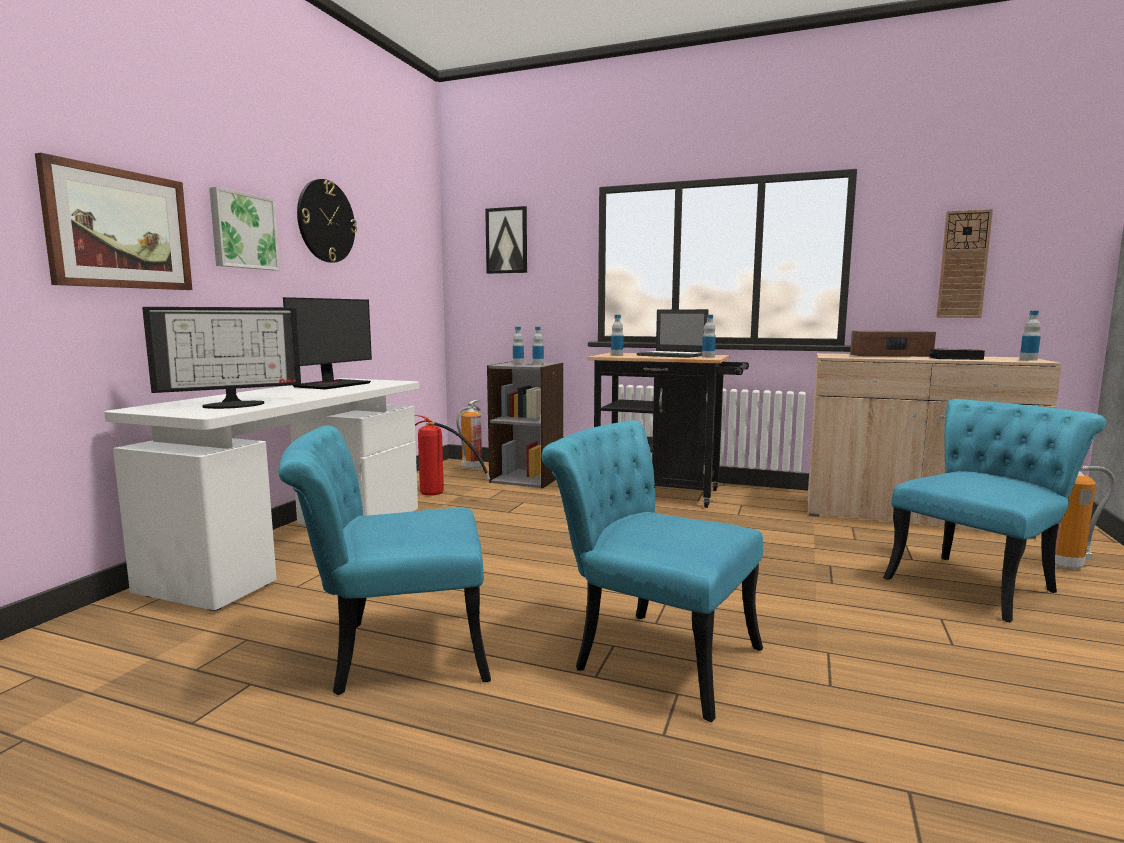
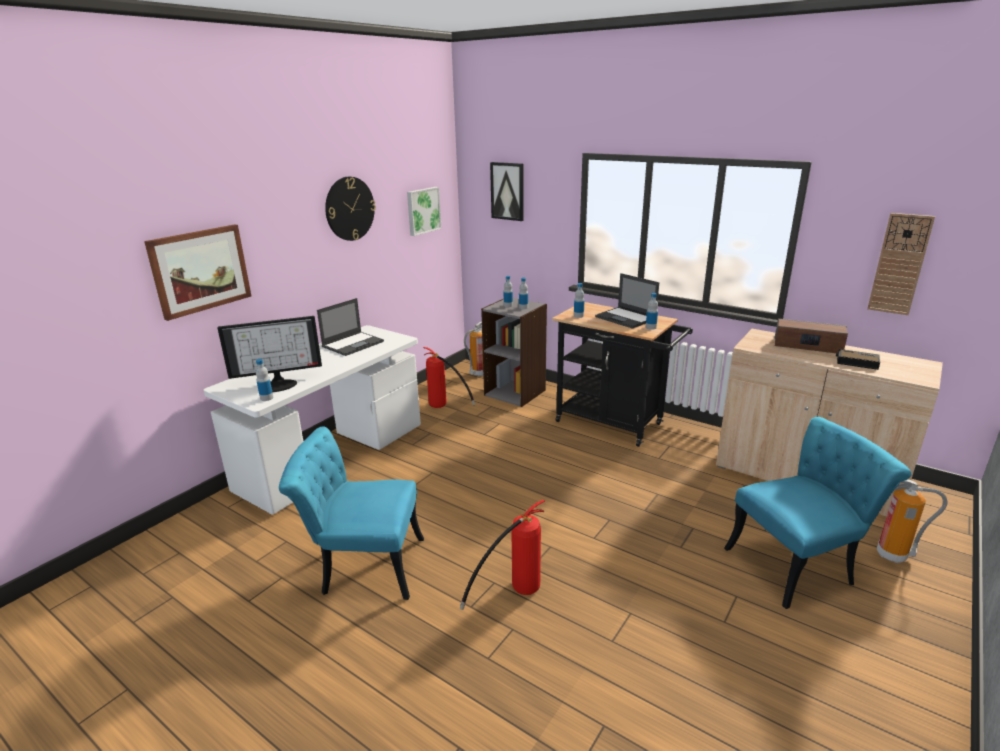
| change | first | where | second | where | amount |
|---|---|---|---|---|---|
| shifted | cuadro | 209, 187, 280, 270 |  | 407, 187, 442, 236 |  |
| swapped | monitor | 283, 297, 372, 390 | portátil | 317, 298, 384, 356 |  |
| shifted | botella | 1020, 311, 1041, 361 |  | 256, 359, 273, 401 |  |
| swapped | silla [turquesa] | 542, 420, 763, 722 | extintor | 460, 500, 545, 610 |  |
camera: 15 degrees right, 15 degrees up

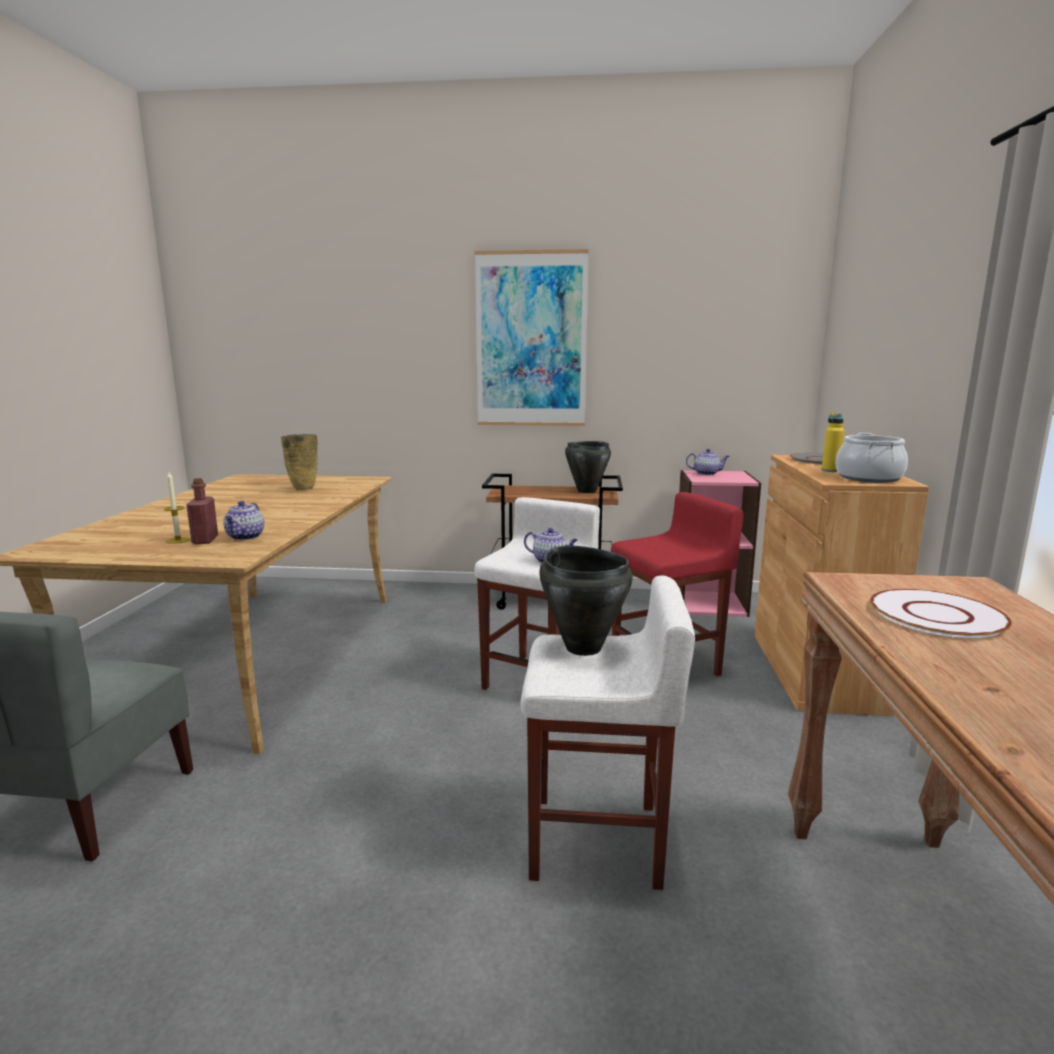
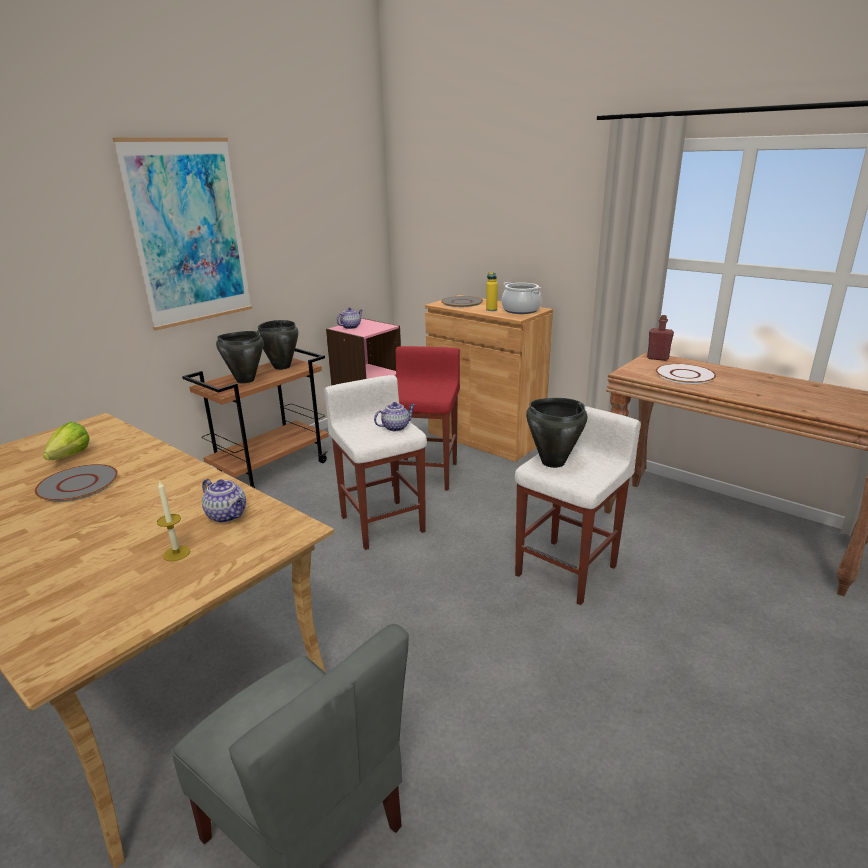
| change | first | where | second | where | amount |
|---|---|---|---|---|---|
| swapped | florero [beis] | 281, 434, 318, 490 | lechuga | 43, 422, 90, 460 |  |
| shifted | botella [rojo] | 187, 478, 218, 544 |  | 647, 315, 674, 361 |  |
| new |  |  | olla [negro] | 216, 331, 264, 383 |  |
| new |  |  | plato [gris] | 35, 464, 118, 502 |  |
camera: 55 degrees left, 10 degrees up

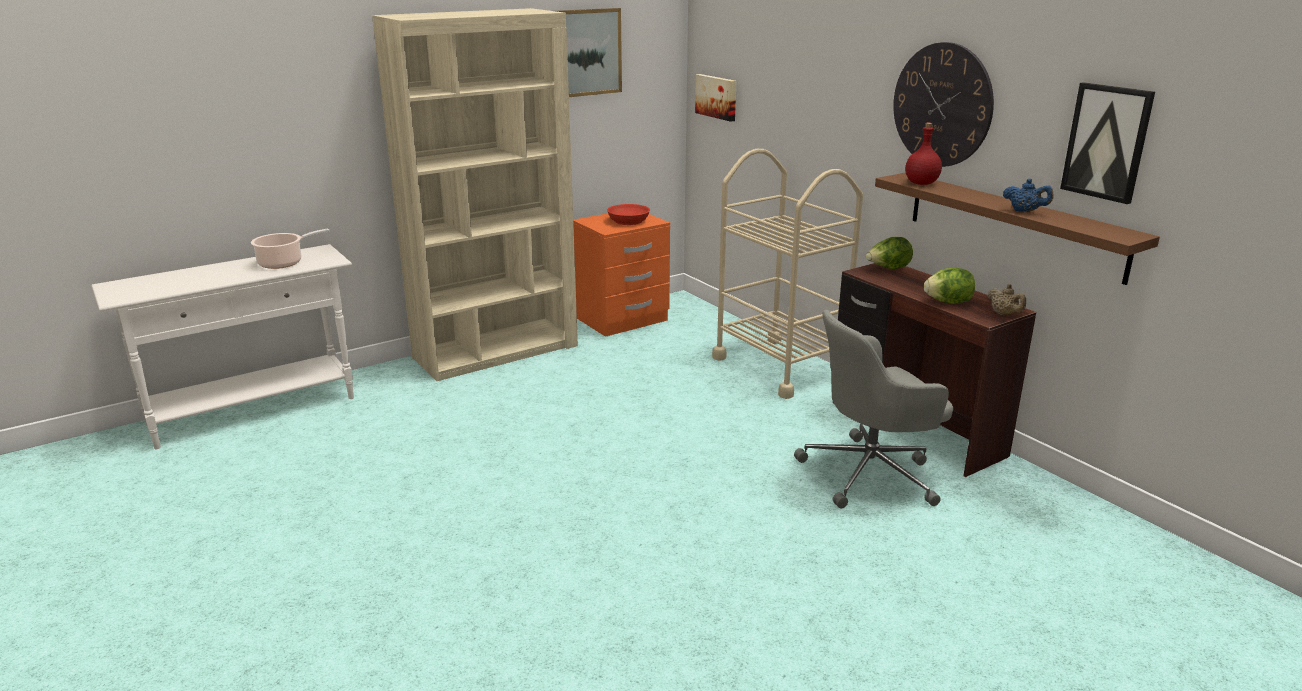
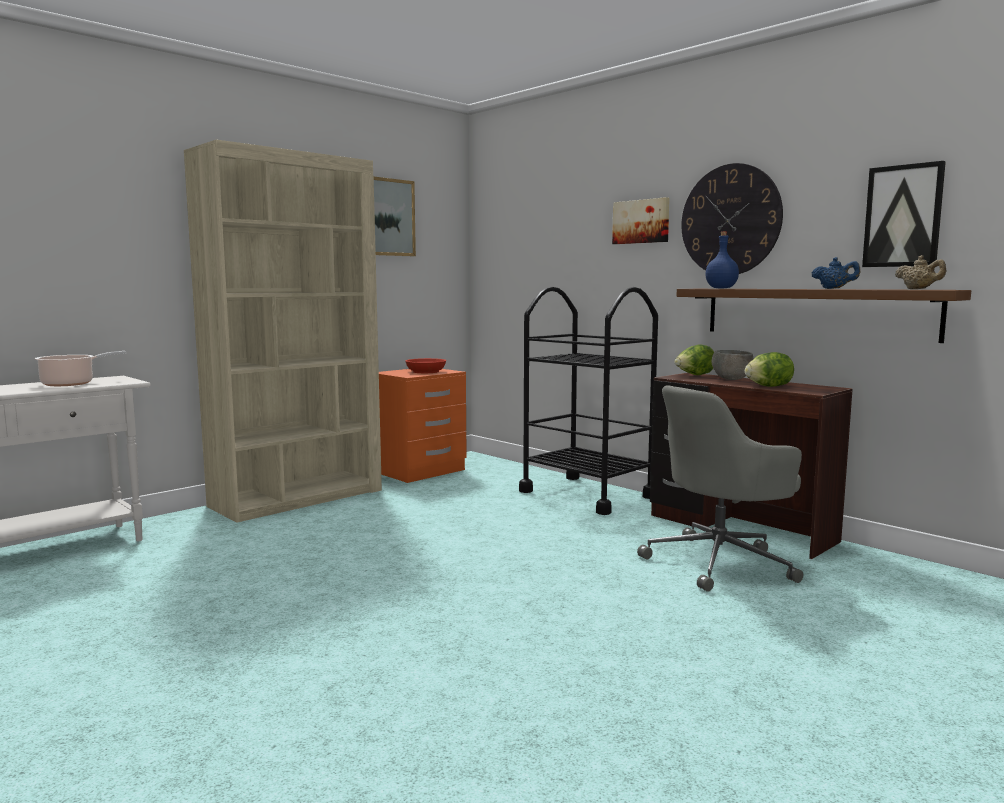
| change | first | where | second | where | amount |
|---|---|---|---|---|---|
| shifted | cuadro | 695, 74, 736, 122 |  | 612, 197, 670, 244 |  |
| repainted | botella [rojo] | 905, 123, 942, 185 | botella [azul] | 705, 231, 739, 288 |  |
| repainted | carrito [beis] | 712, 149, 863, 399 | carrito [negro] | 519, 287, 658, 515 |  |
| shifted | tetera [beis] | 987, 284, 1026, 315 |  | 895, 255, 946, 289 |  |
| new |  |  | cuenco [gris] | 711, 350, 754, 380 |  |
camera: 10 degrees left, 15 degrees down

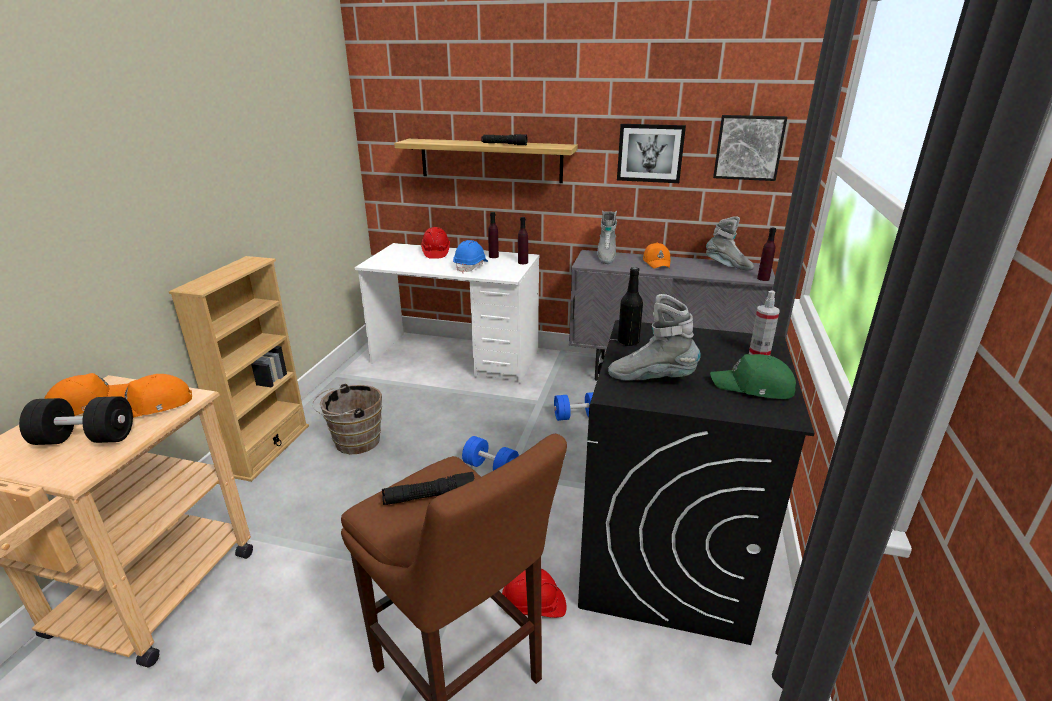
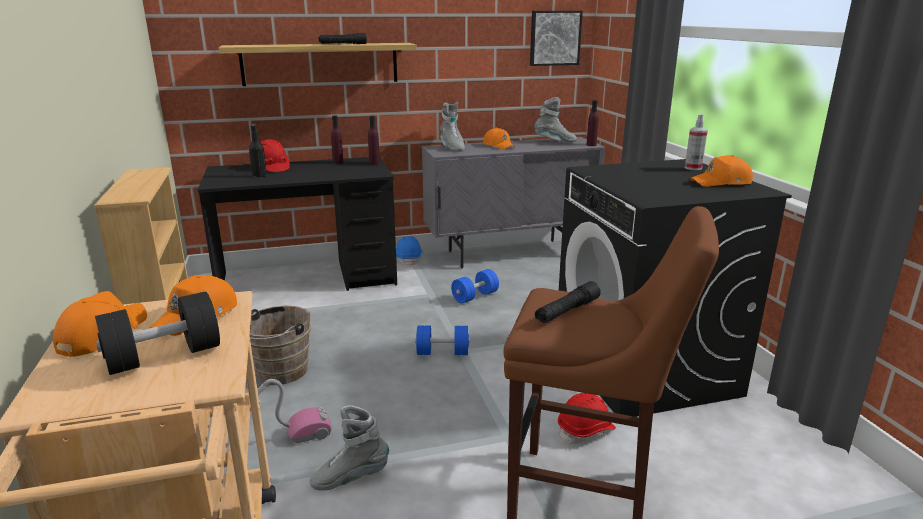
| change | first | where | second | where | amount |
|---|---|---|---|---|---|
| gone | cuadro | 617, 124, 686, 183 |  |  |  |
| shifted | casco [azul] | 453, 240, 488, 273 |  | 396, 236, 423, 267 |  |
| repainted | escritorio [blanco] | 355, 243, 540, 383 | escritorio [negro] | 198, 157, 397, 291 |  |
| shifted | botella [negro] | 618, 267, 643, 346 |  | 249, 124, 267, 177 |  |
| shifted | bota [gris] | 608, 294, 701, 380 |  | 310, 405, 389, 490 |  |
| repainted | gorra [verde] | 710, 354, 796, 399 | gorra [naranja] | 690, 155, 753, 187 |  |
| new |  |  | aspiradora | 204, 379, 331, 456 |  |
camera: 30 degrees left, 5 degrees down

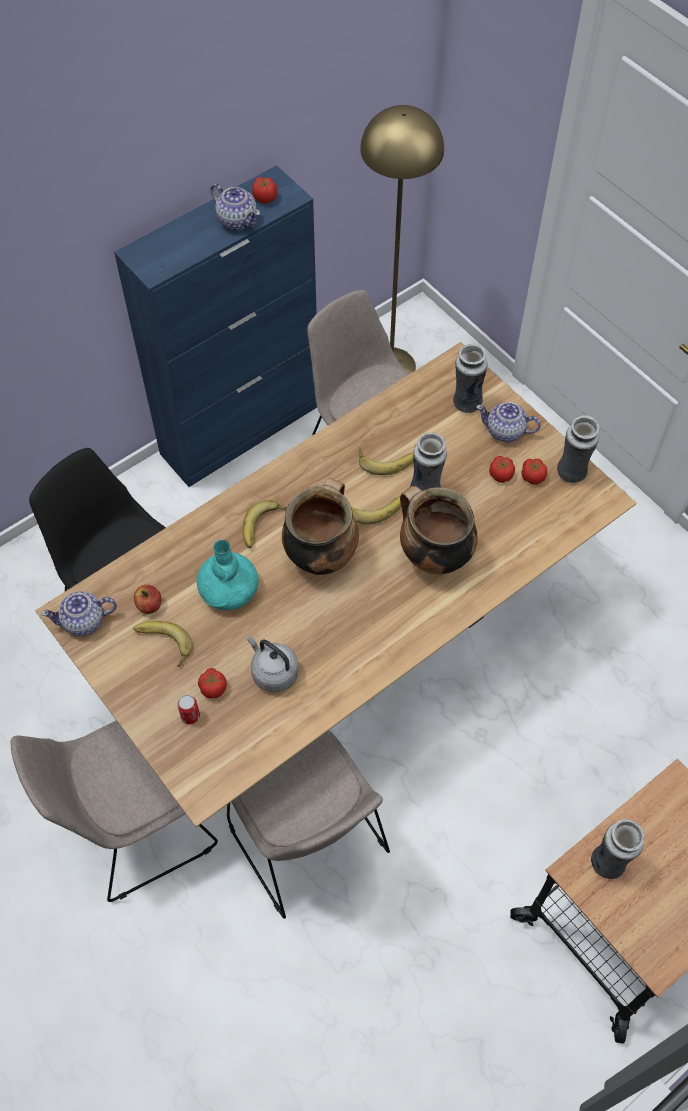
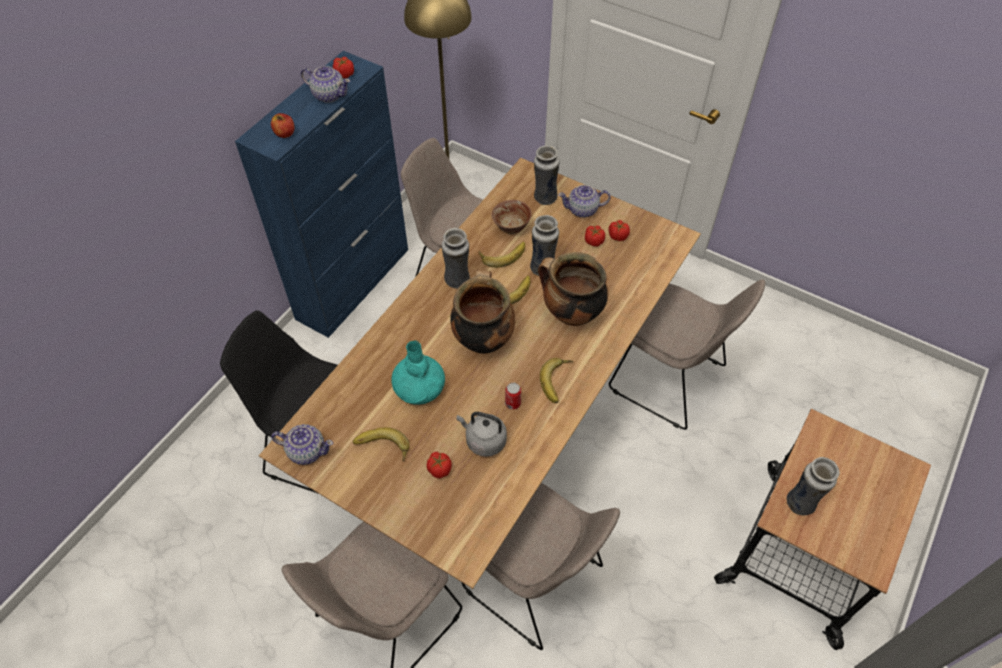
| change | first | where | second | where | amount |
|---|---|---|---|---|---|
| shifted | florero | 557, 415, 600, 483 |  | 441, 228, 470, 289 |  |
| shifted | plátano | 242, 500, 287, 548 |  | 540, 358, 573, 403 |  |
| shifted | manzana | 134, 584, 161, 614 |  | 271, 113, 295, 138 |  |
| rotated | tetera | 41, 591, 117, 636 |  | 271, 424, 333, 465 | 135 degrees counterclockwise |
| shifted | lata | 177, 695, 200, 724 |  | 505, 383, 521, 410 |  |
| new |  |  | cuenco | 491, 200, 532, 234 |  |
| new |  |  | silla [beis] | 609, 280, 765, 430 |  |
camera: 20 degrees left, 5 degrees down

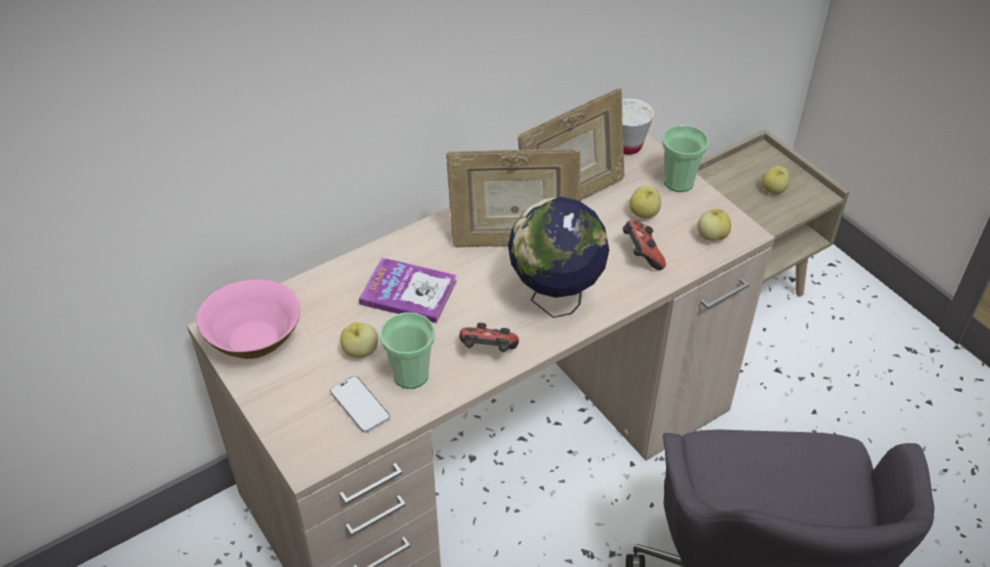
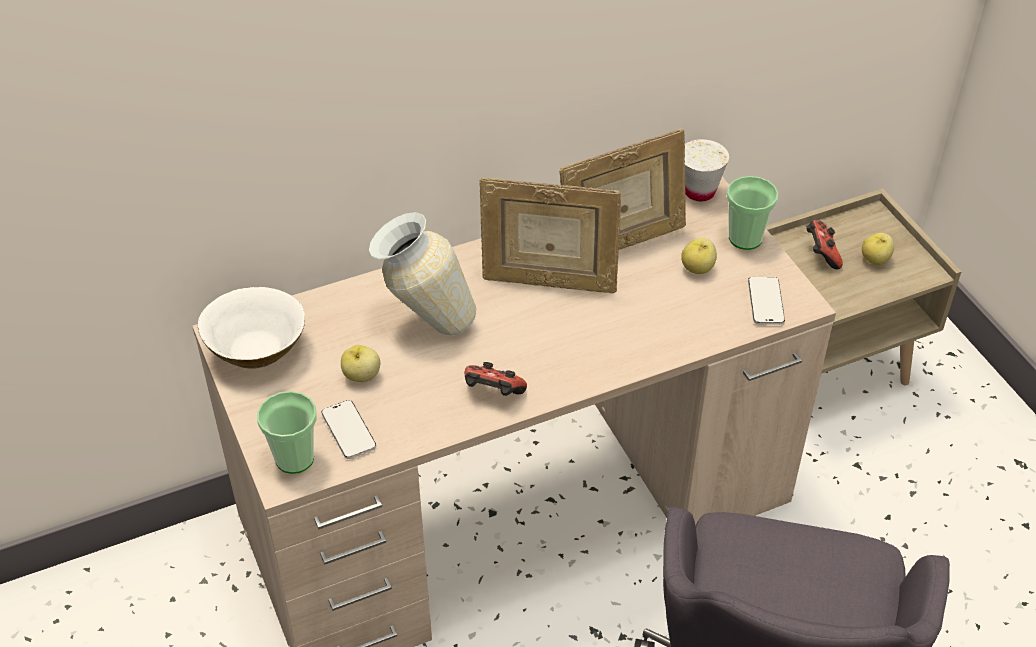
| change | first | where | second | where | amount |
|---|---|---|---|---|---|
| gone | globo terráqueo | 508, 197, 609, 318 |  |  |  |
| swapped | manzana | 697, 209, 731, 241 | móvil | 748, 277, 785, 325 |  |
| shifted | mando de consola | 623, 220, 666, 270 |  | 806, 220, 843, 269 |  |
| swapped | libro | 359, 258, 457, 323 | florero | 369, 212, 476, 335 |  |
| repainted | cuenco [rosa] | 196, 279, 300, 359 | cuenco [blanco] | 198, 287, 305, 369 |  |
| shifted | taza | 380, 312, 435, 389 |  | 257, 391, 317, 474 |  |
camera: 10 degrees right, 0 degrees up

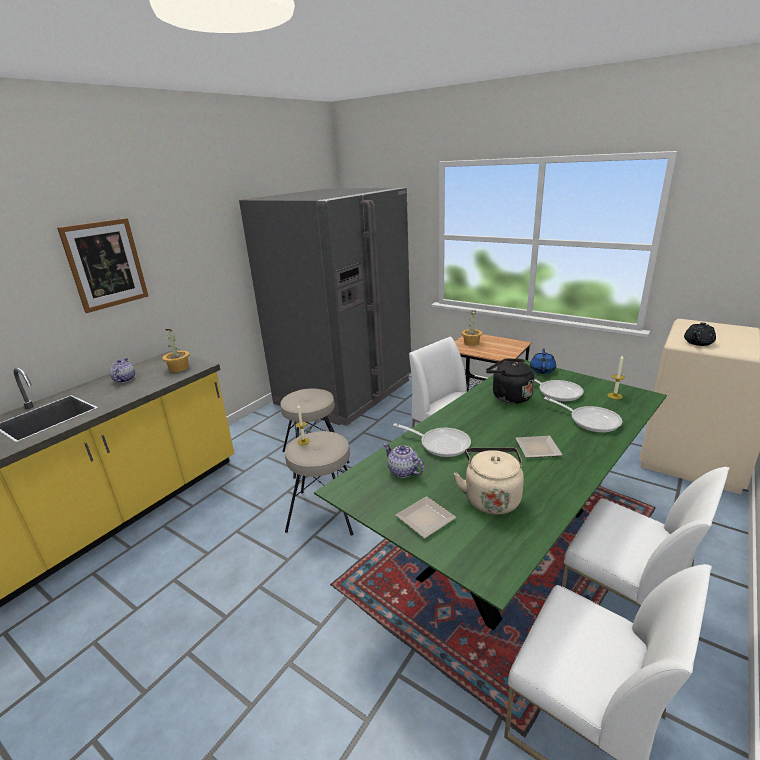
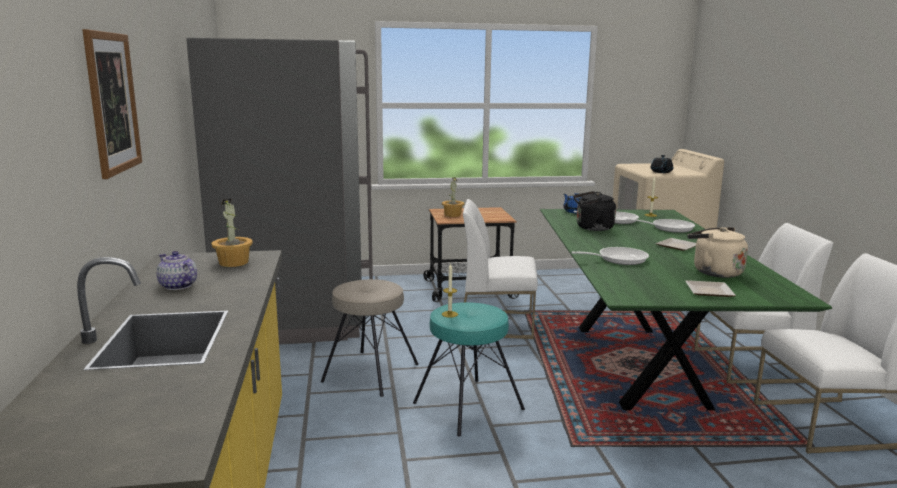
| change | first | where | second | where | amount |
|---|---|---|---|---|---|
| repainted | taburete [beis] | 285, 431, 353, 536 | taburete [turquesa] | 413, 302, 525, 436 |  |
| gone | tetera | 383, 443, 424, 478 |  |  |  |
camera: 45 degrees left, 10 degrees down

